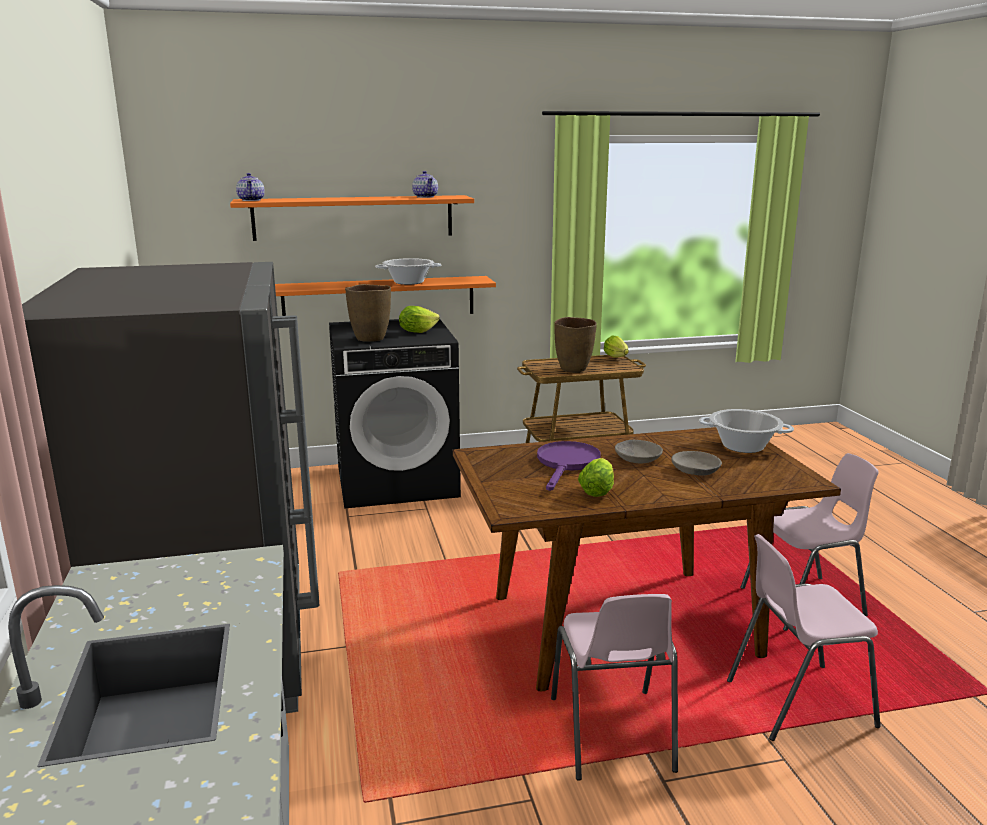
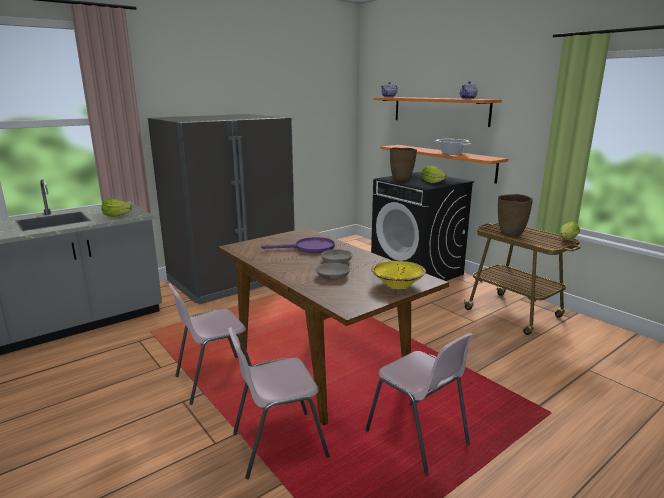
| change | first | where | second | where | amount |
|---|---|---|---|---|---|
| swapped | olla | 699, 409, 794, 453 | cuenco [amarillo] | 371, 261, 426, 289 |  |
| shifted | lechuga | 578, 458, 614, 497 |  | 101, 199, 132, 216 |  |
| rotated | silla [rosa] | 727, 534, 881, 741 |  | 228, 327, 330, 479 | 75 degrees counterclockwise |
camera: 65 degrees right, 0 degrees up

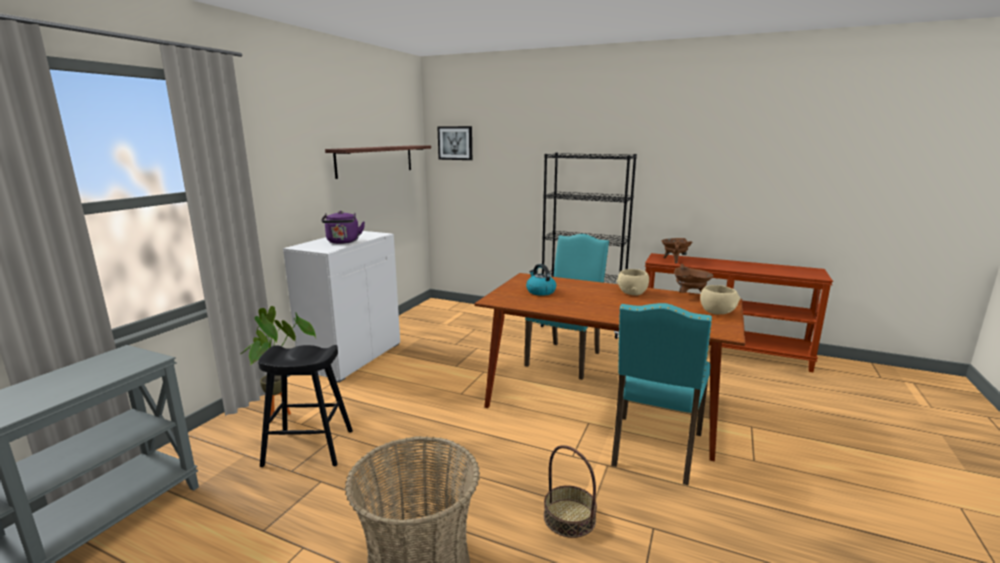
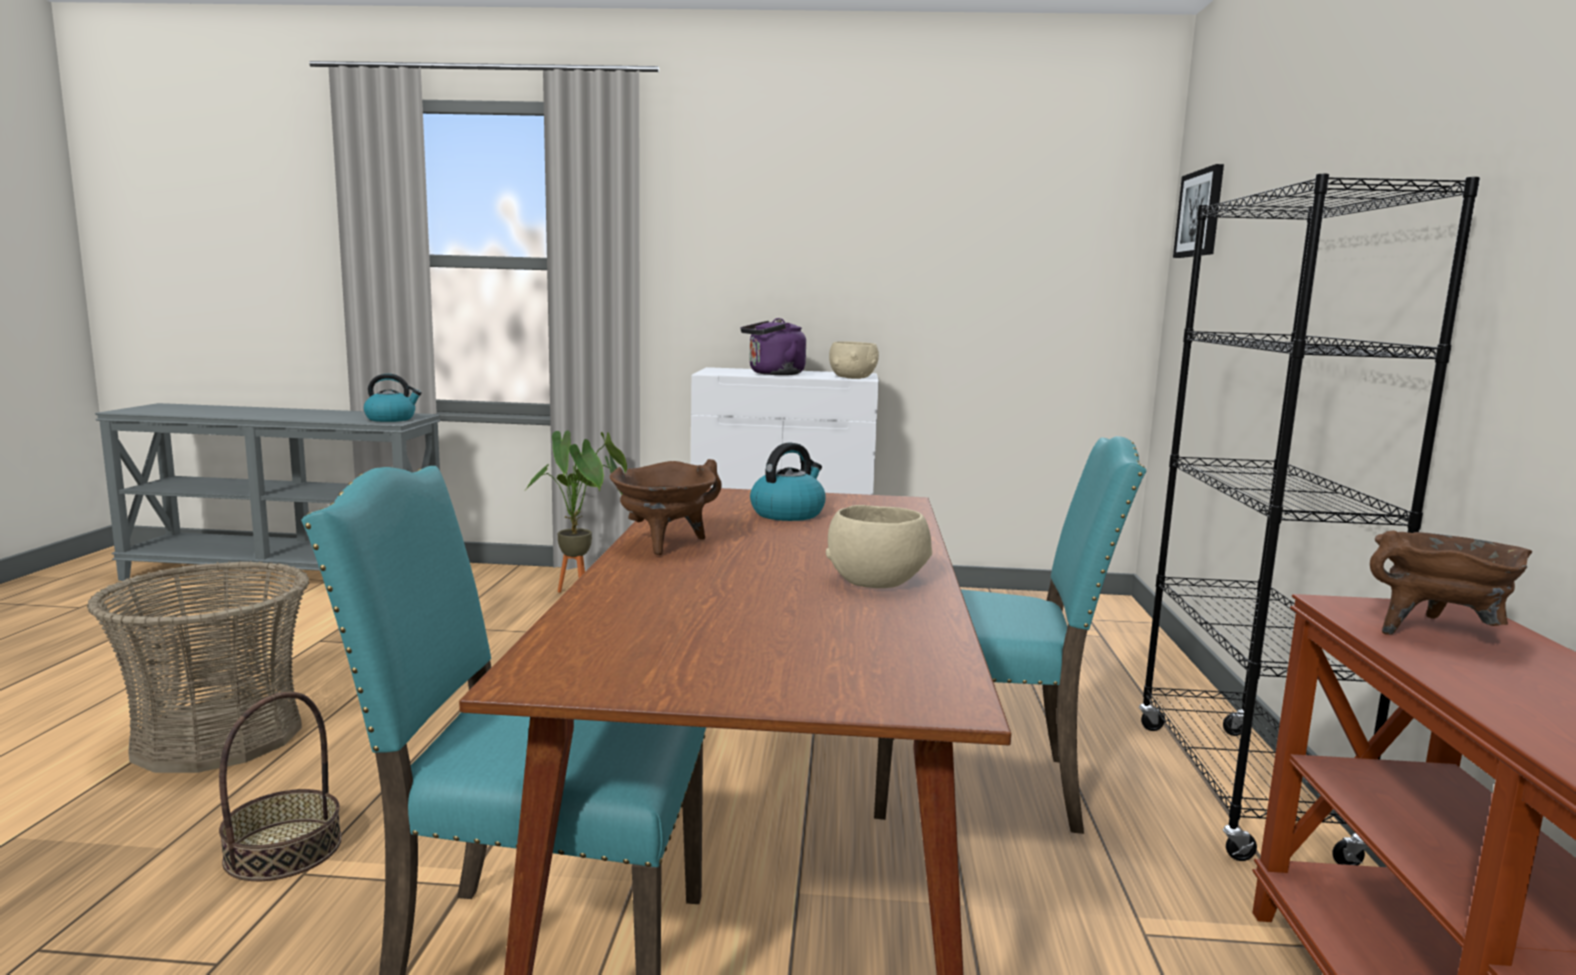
| change | first | where | second | where | amount |
|---|---|---|---|---|---|
| gone | estante | 325, 145, 431, 179 |  |  |  |
| shifted | olla [marrón] | 674, 264, 713, 293 |  | 610, 459, 722, 555 |  |
| shifted | cuenco [beis] | 700, 285, 740, 315 |  | 829, 341, 879, 379 |  |
| gone | taburete [negro] | 258, 345, 353, 467 |  |  |  |
| new |  |  | hervidor | 363, 374, 422, 422 |  |
camera: 70 degrees right, 5 degrees down

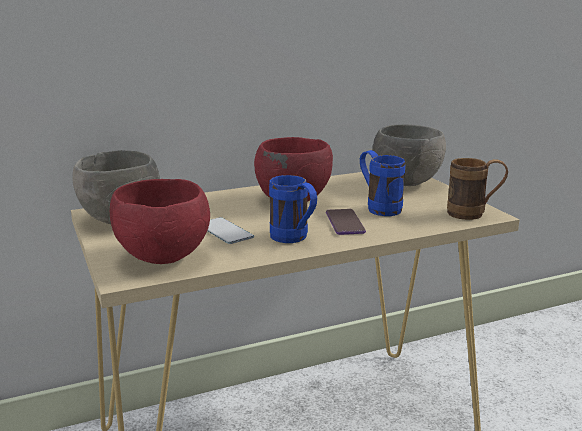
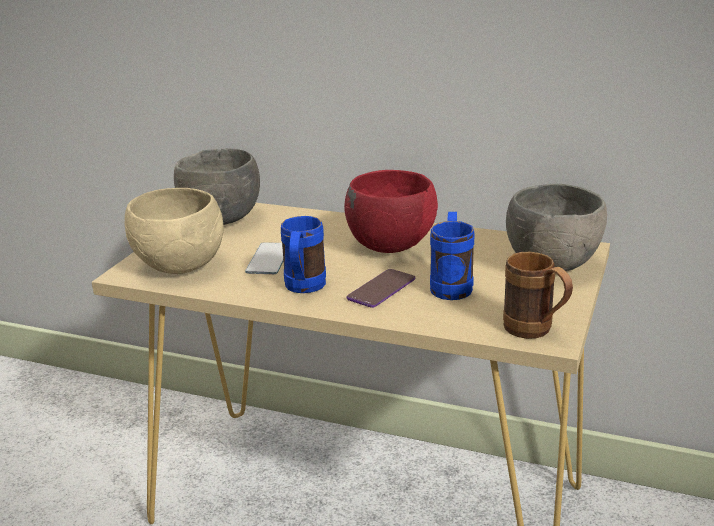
| change | first | where | second | where | amount |
|---|---|---|---|---|---|
| repainted | cuenco [rojo] | 110, 179, 210, 264 | cuenco [beis] | 125, 188, 224, 274 |  |
camera: 45 degrees right, 5 degrees up

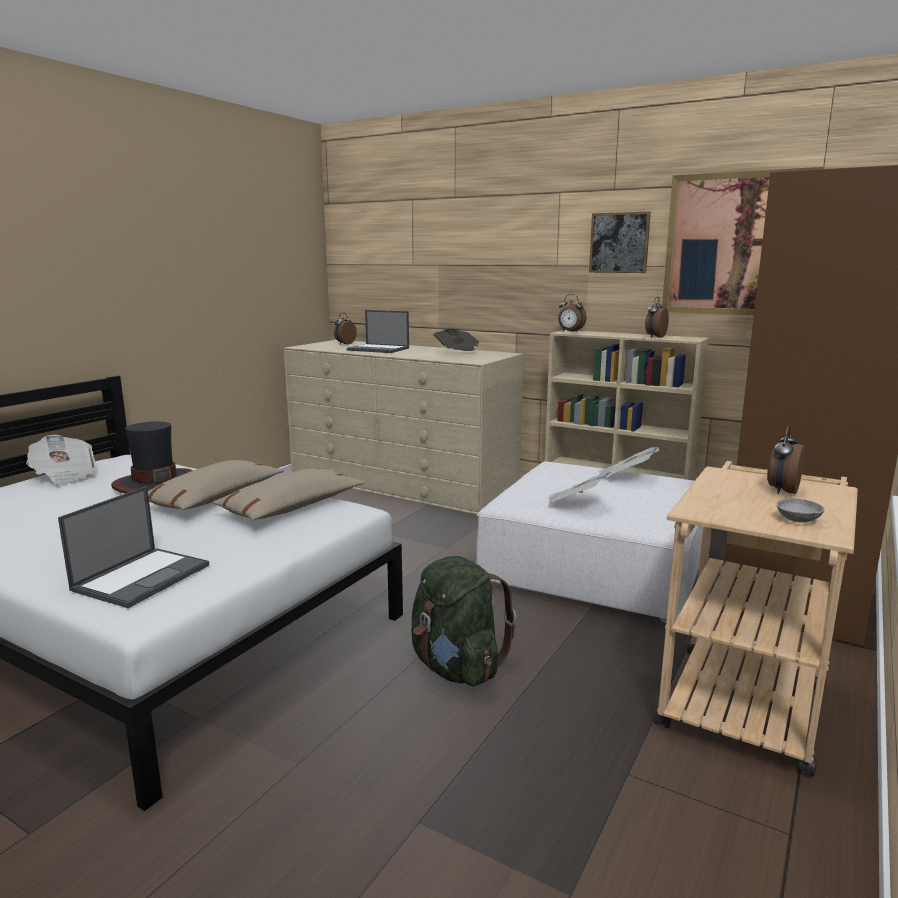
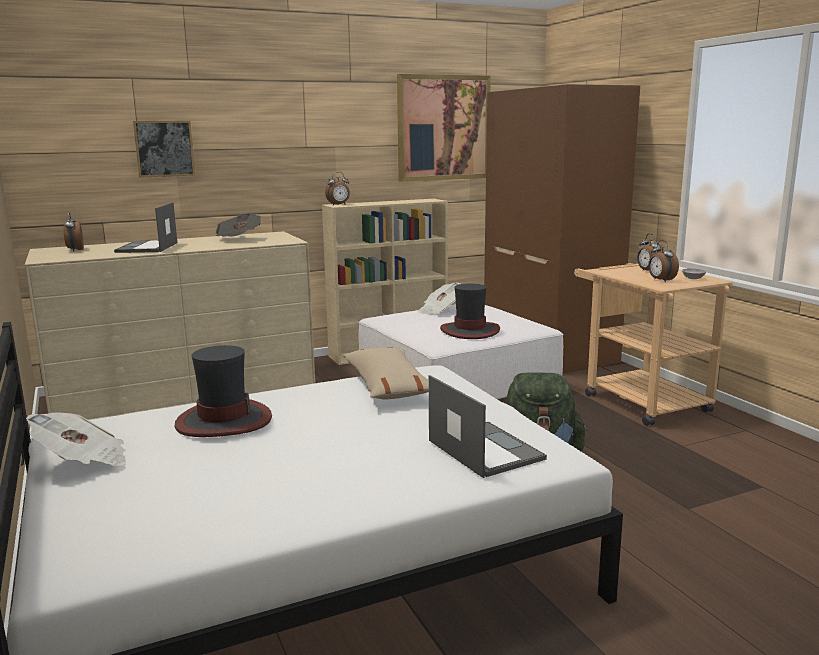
| change | first | where | second | where | amount |
|---|---|---|---|---|---|
| shifted | cuadro | 589, 211, 651, 273 |  | 133, 121, 195, 178 |  |
| shifted | despertador | 645, 297, 669, 338 |  | 649, 240, 679, 282 |  |
| rotated | portátil | 347, 310, 409, 353 |  | 114, 202, 177, 253 | 120 degrees clockwise |
| gone | cojín [beis] | 148, 460, 284, 510 |  |  |  |
| swapped | periódico | 548, 472, 612, 504 | sombrero | 440, 284, 500, 339 |  |
camera: 55 degrees left, 0 degrees up

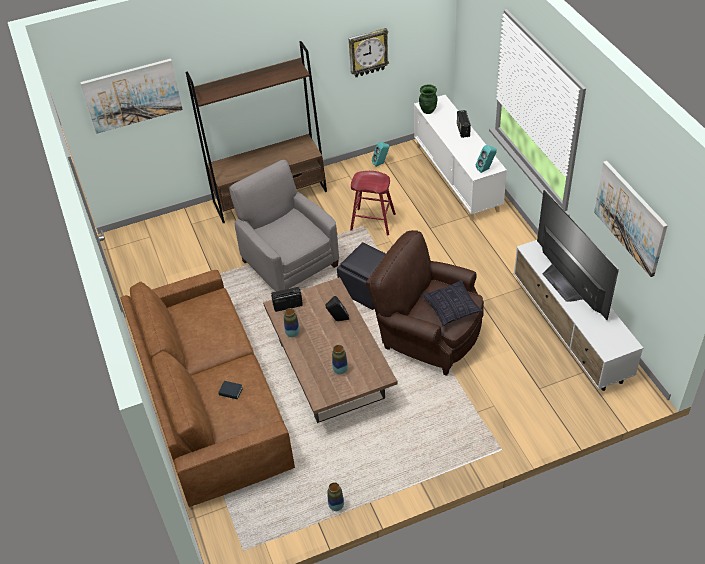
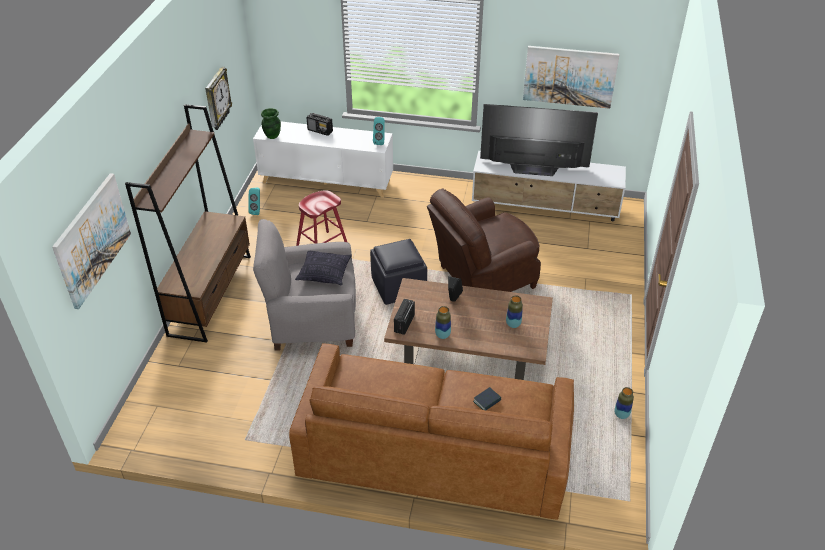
| change | first | where | second | where | amount |
|---|---|---|---|---|---|
| shifted | cojín | 422, 280, 483, 326 |  | 295, 251, 352, 285 |  |
camera: 60 degrees left, 5 degrees down

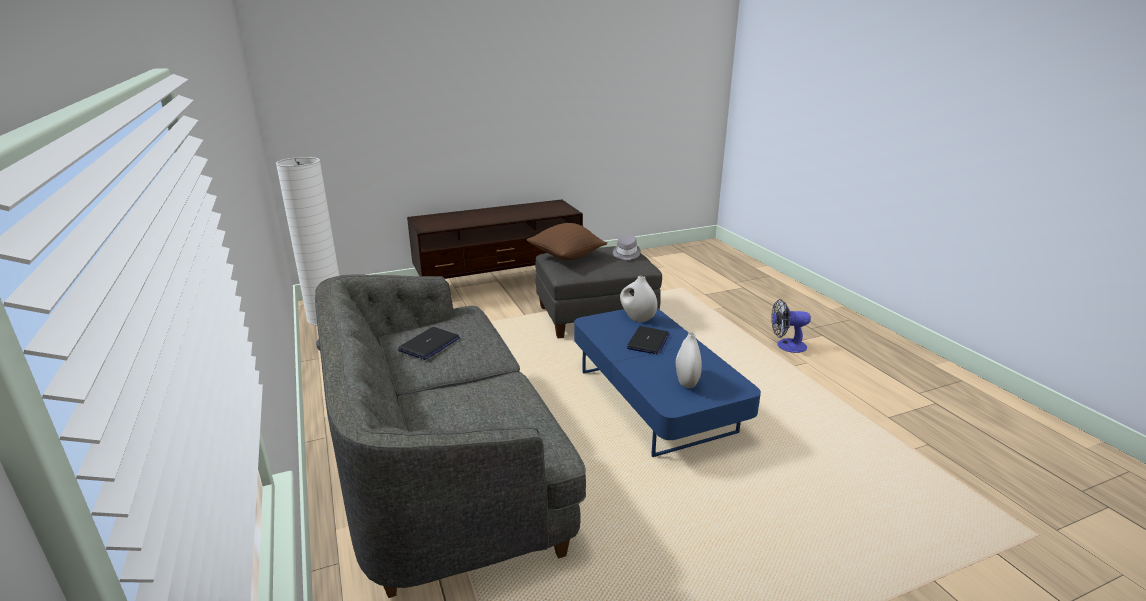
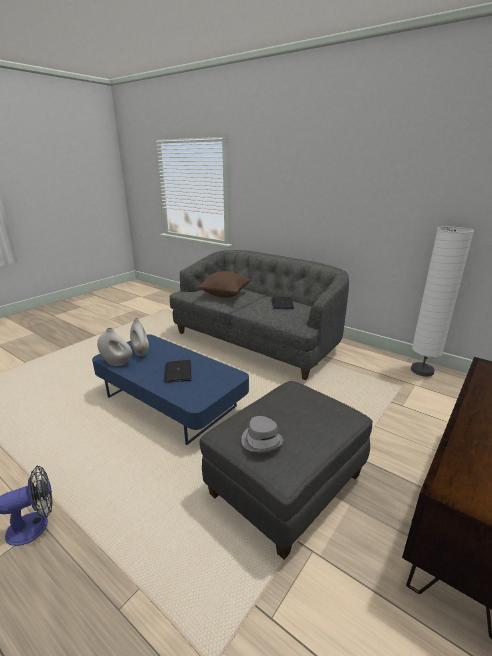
| change | first | where | second | where | amount |
|---|---|---|---|---|---|
| shifted | cojín [marrón] | 527, 223, 607, 260 |  | 197, 271, 251, 298 |  |
| shifted | florero [blanco] | 620, 276, 658, 322 |  | 97, 328, 132, 366 |  |
camera: 150 degrees right, 0 degrees up

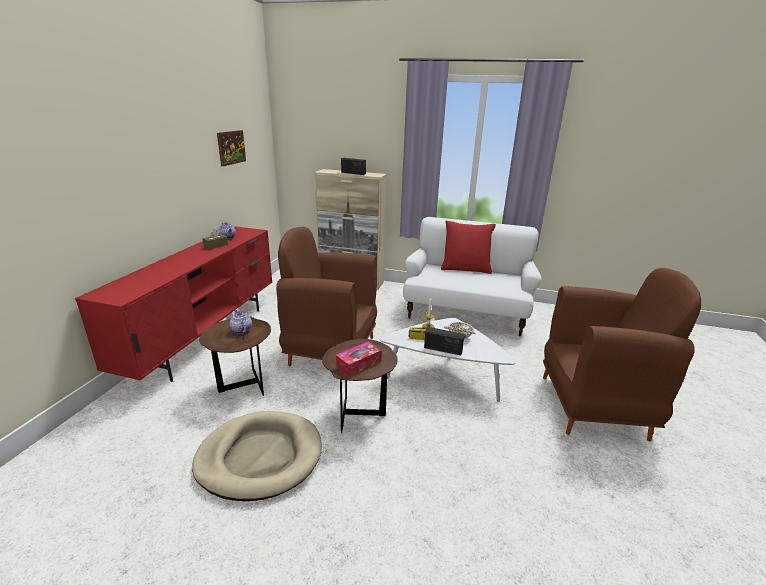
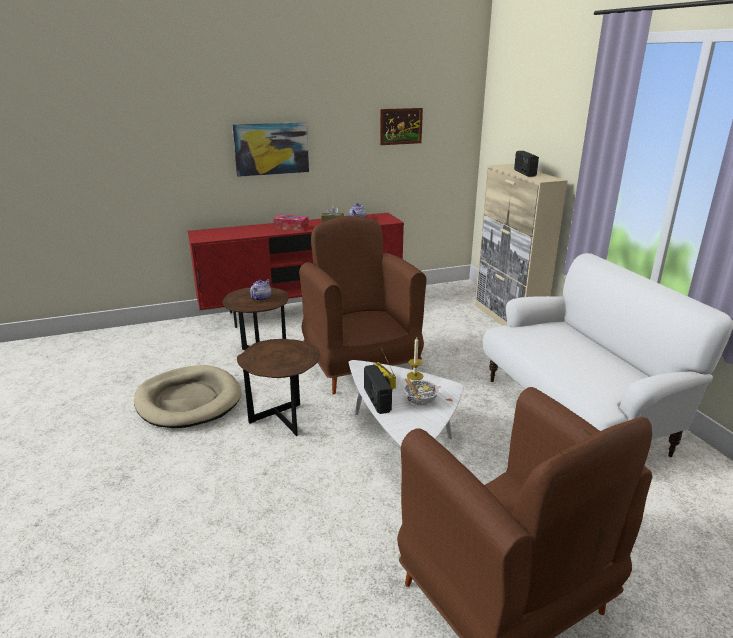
| change | first | where | second | where | amount |
|---|---|---|---|---|---|
| gone | cojín [rojo] | 441, 221, 496, 274 |  |  |  |
| shifted | caja de pañuelos | 336, 342, 382, 377 |  | 273, 215, 309, 231 |  |
| new |  |  | cuadro | 232, 122, 309, 177 |  |
camera: 55 degrees right, 0 degrees up

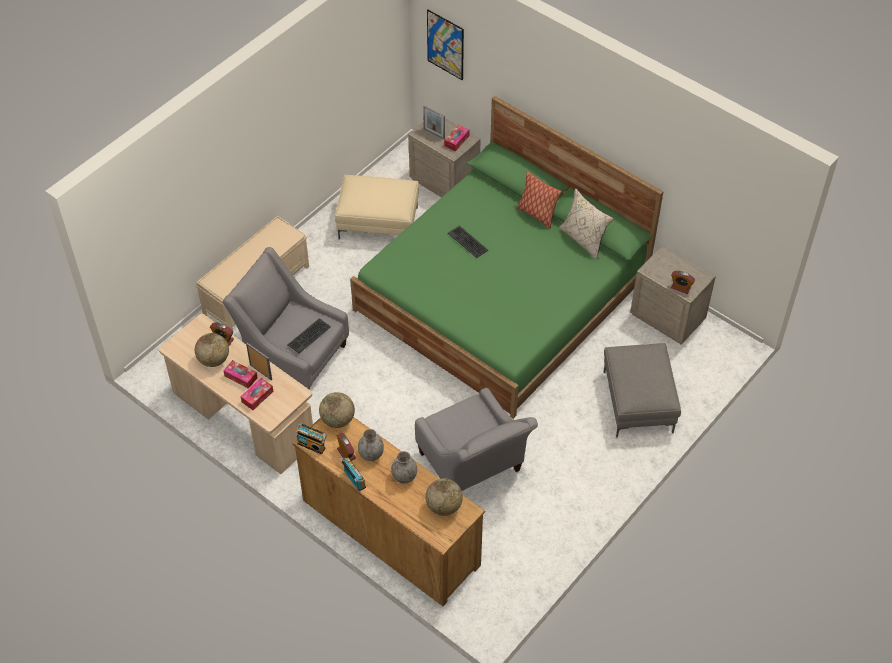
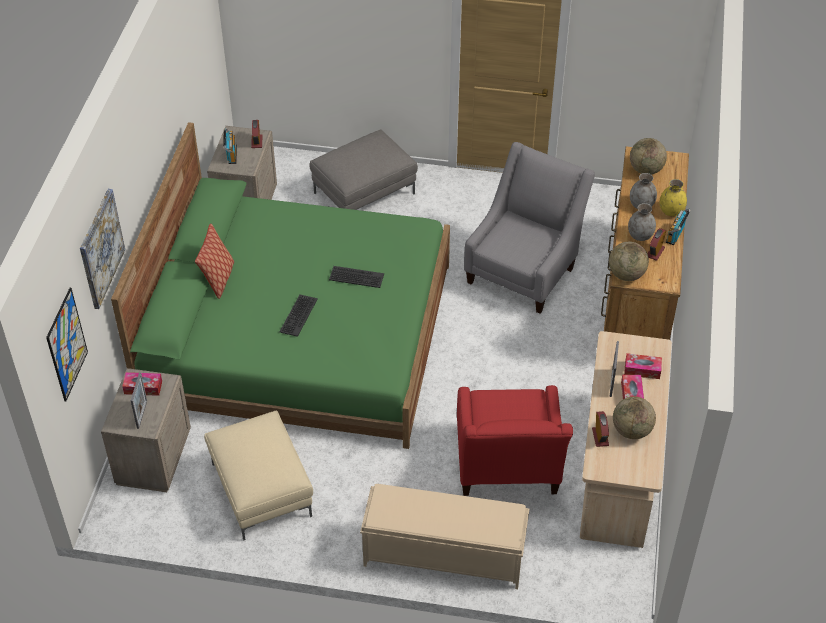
| change | first | where | second | where | amount |
|---|---|---|---|---|---|
| gone | cojín [beis] | 559, 188, 614, 260 |  |  |  |
| repainted | sillón [gris] | 222, 247, 349, 390 | sillón [rojo] | 457, 385, 573, 496 |  |
| shifted | teclado | 287, 318, 331, 353 |  | 329, 266, 384, 288 |  |
| shifted | radio | 296, 423, 327, 454 |  | 223, 128, 237, 164 |  |
| new |  |  | florero [amarillo] | 659, 179, 687, 216 |  |
| new |  |  | cuadro | 80, 189, 125, 309 |  |
camera: 120 degrees left, 5 degrees down

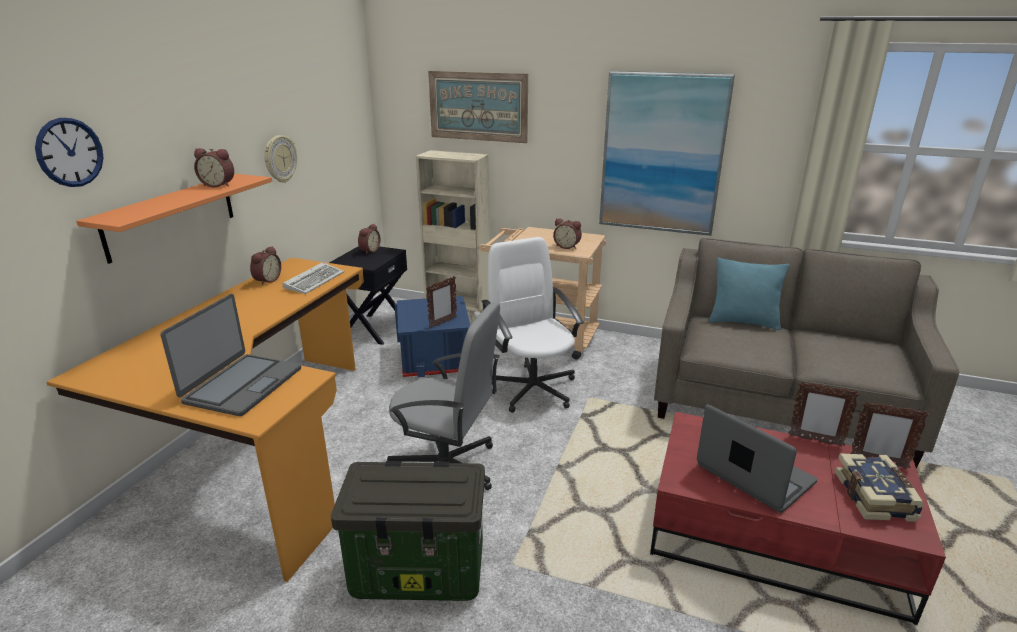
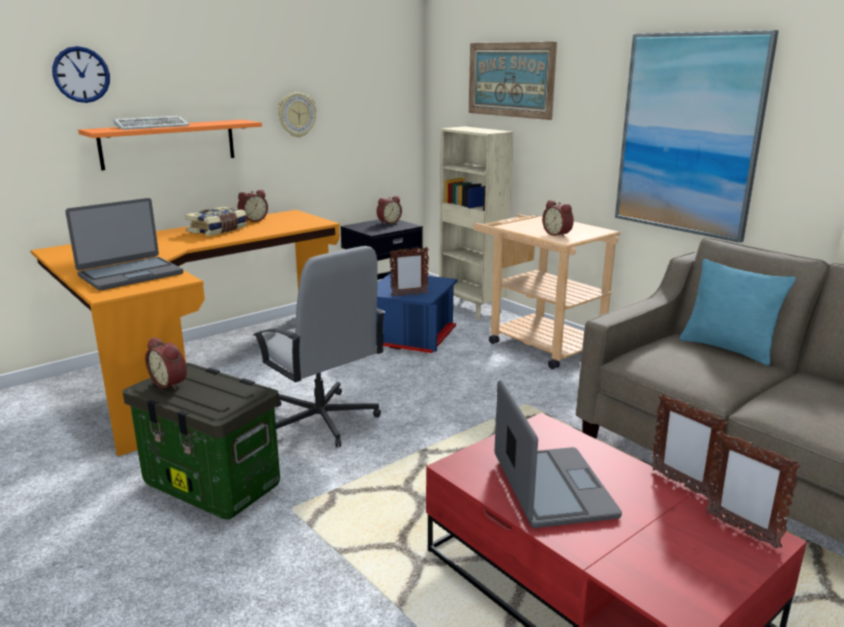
| change | first | where | second | where | amount |
|---|---|---|---|---|---|
| shifted | despertador | 194, 148, 234, 187 |  | 145, 337, 187, 390 |  |
| gone | silla de oficina [blanco] | 481, 237, 584, 413 |  |  |  |
| shifted | teclado | 283, 262, 344, 294 |  | 113, 116, 189, 130 |  |
| shifted | libro | 835, 453, 925, 522 |  | 185, 207, 247, 236 |  |
camera: 30 degrees right, 5 degrees down

